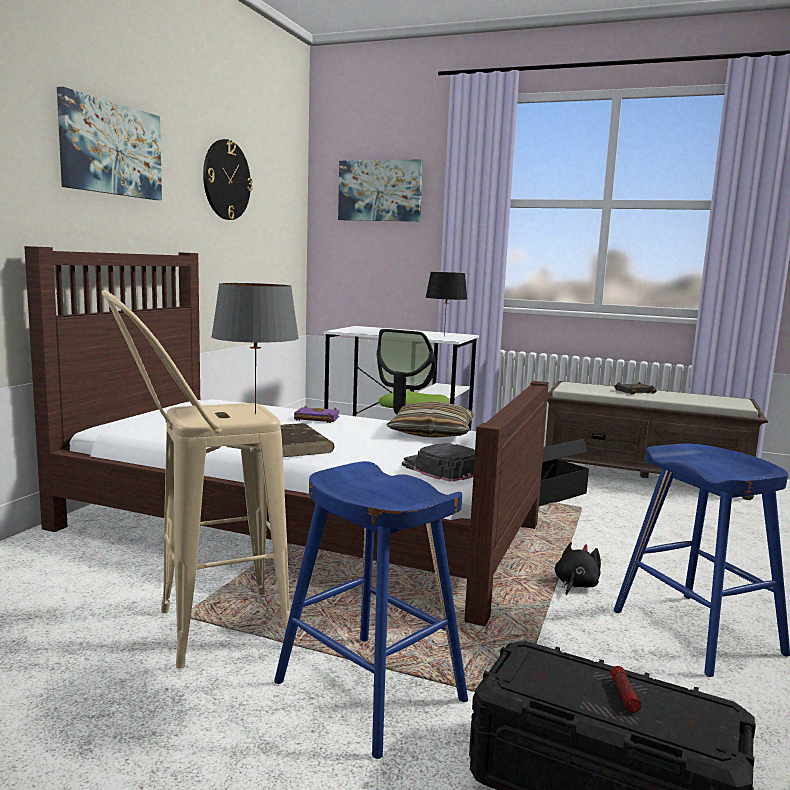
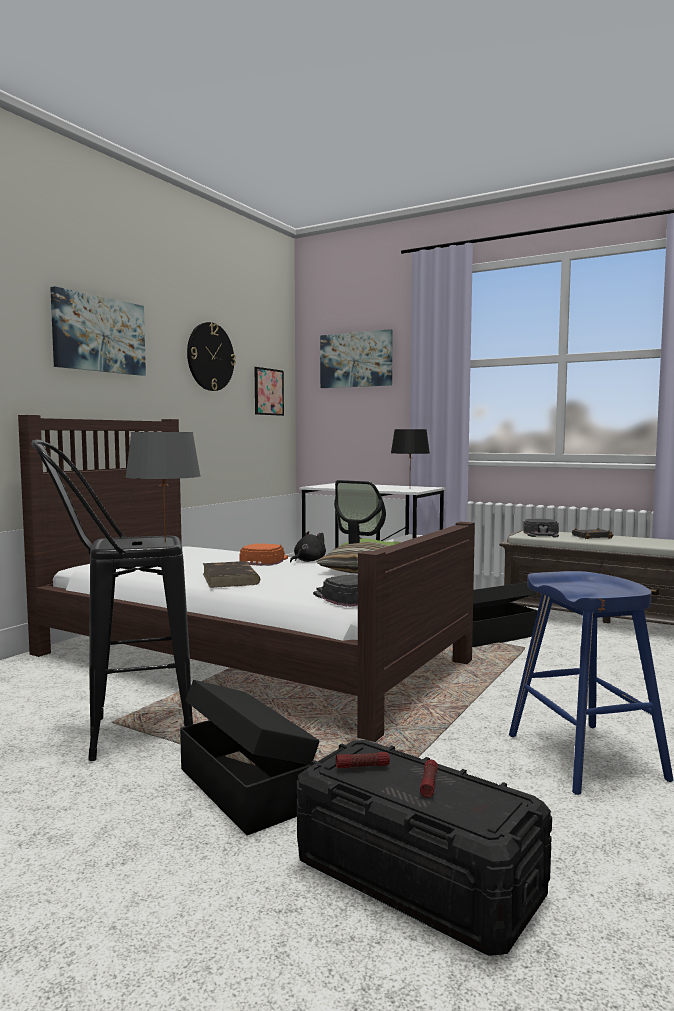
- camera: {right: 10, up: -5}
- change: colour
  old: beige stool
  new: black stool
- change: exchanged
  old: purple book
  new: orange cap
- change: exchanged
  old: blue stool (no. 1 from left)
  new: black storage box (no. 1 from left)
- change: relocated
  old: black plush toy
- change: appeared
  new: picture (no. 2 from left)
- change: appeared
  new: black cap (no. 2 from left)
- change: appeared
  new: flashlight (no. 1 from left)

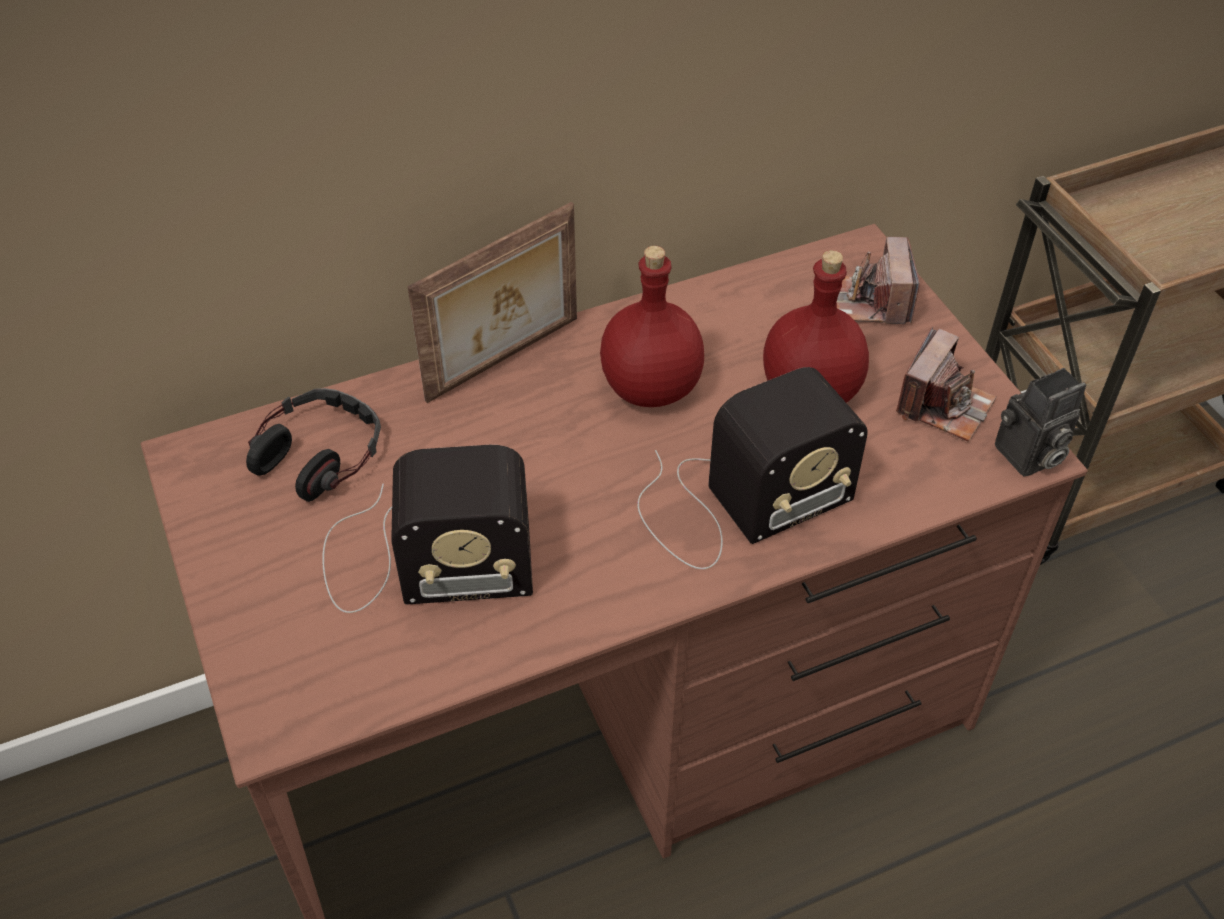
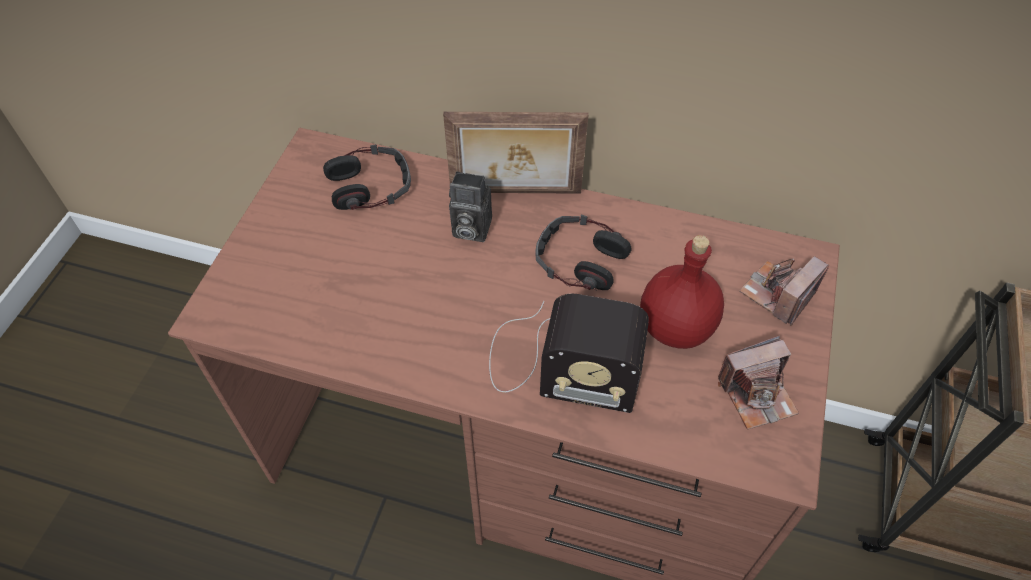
- camera: {right: 40, up: 5}
- change: exchanged
  old: red bottle (no. 1 from left)
  new: headphones (no. 2 from left)
- change: relocated
  old: photo camera (no. 3 from left in the first image)
  new: photo camera (no. 1 from left)
- change: missing
  old: radio (no. 1 from left)

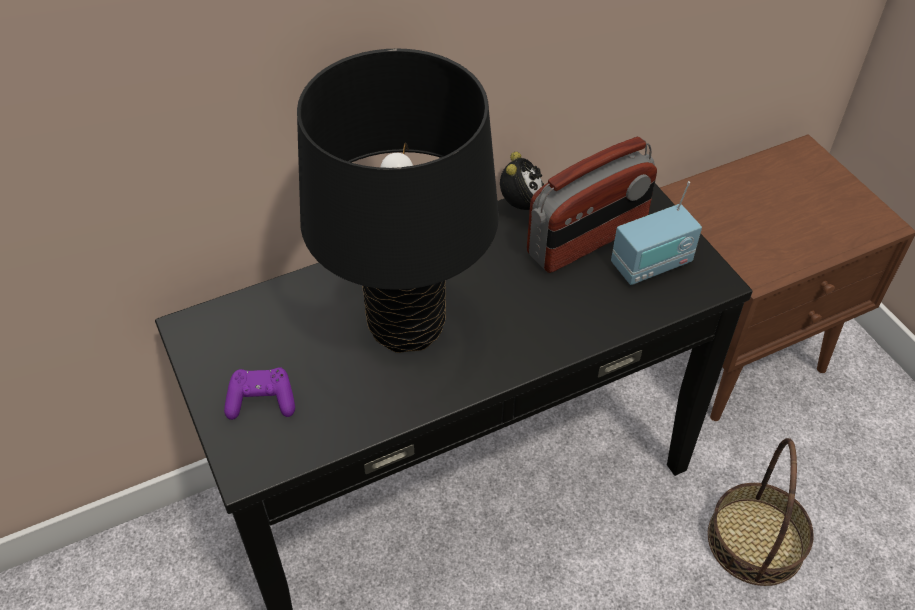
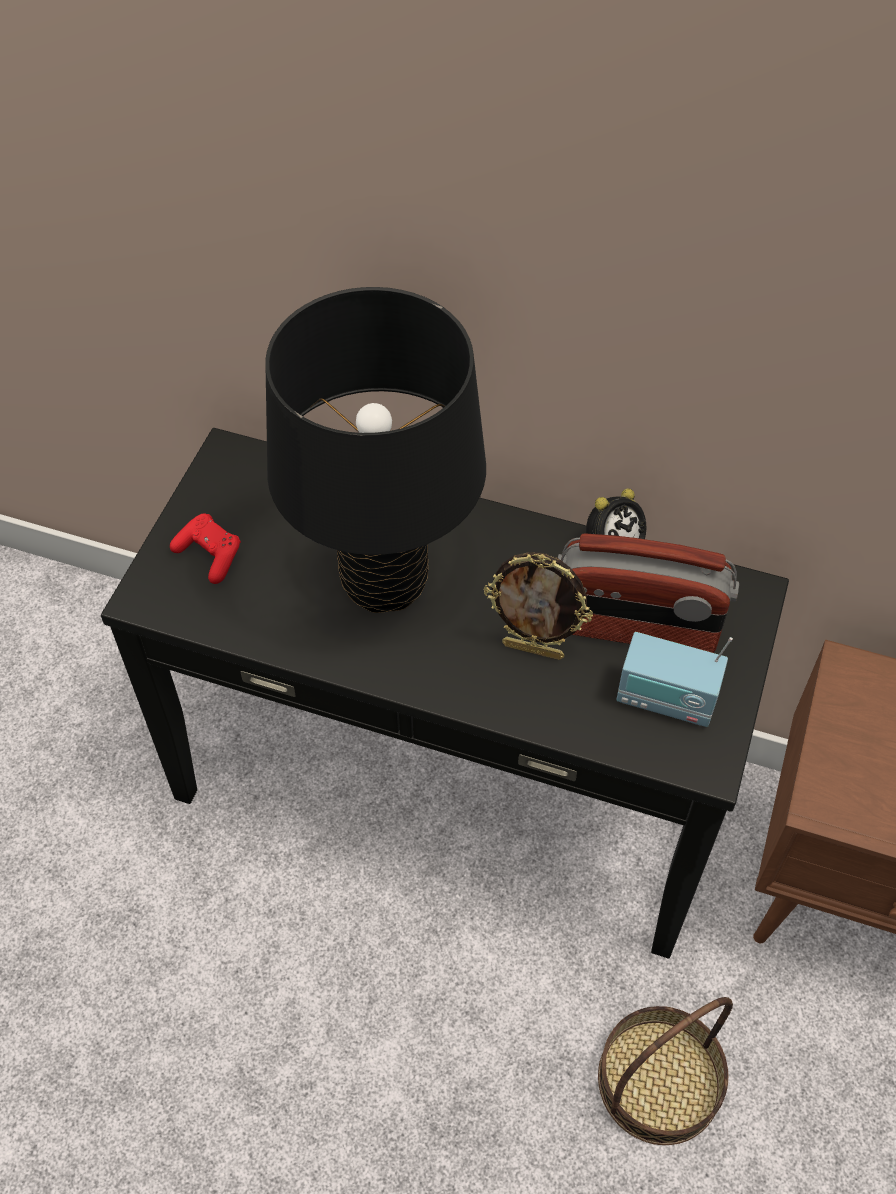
- camera: {right: 45, up: 5}
- change: colour
  old: purple game controller
  new: red game controller
- change: appeared
  new: picture frame

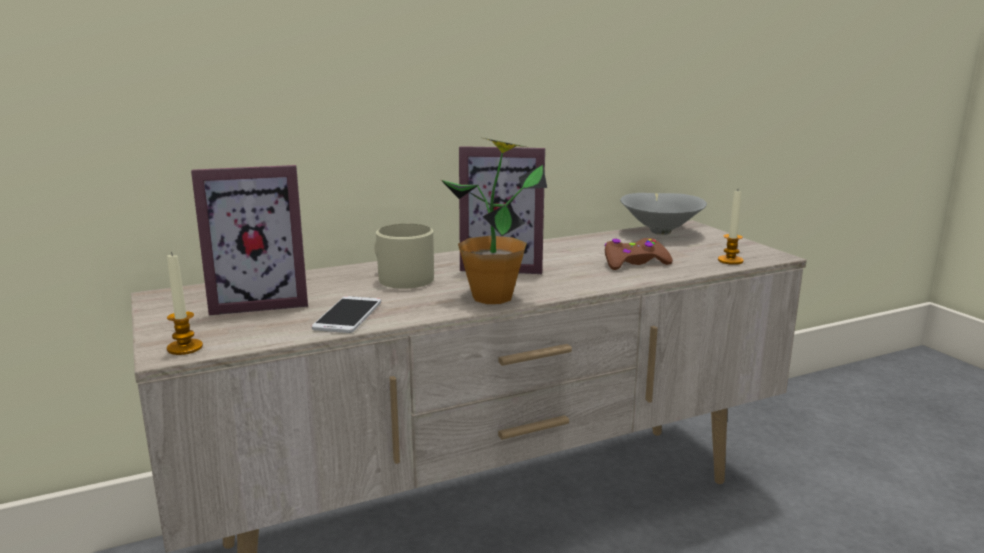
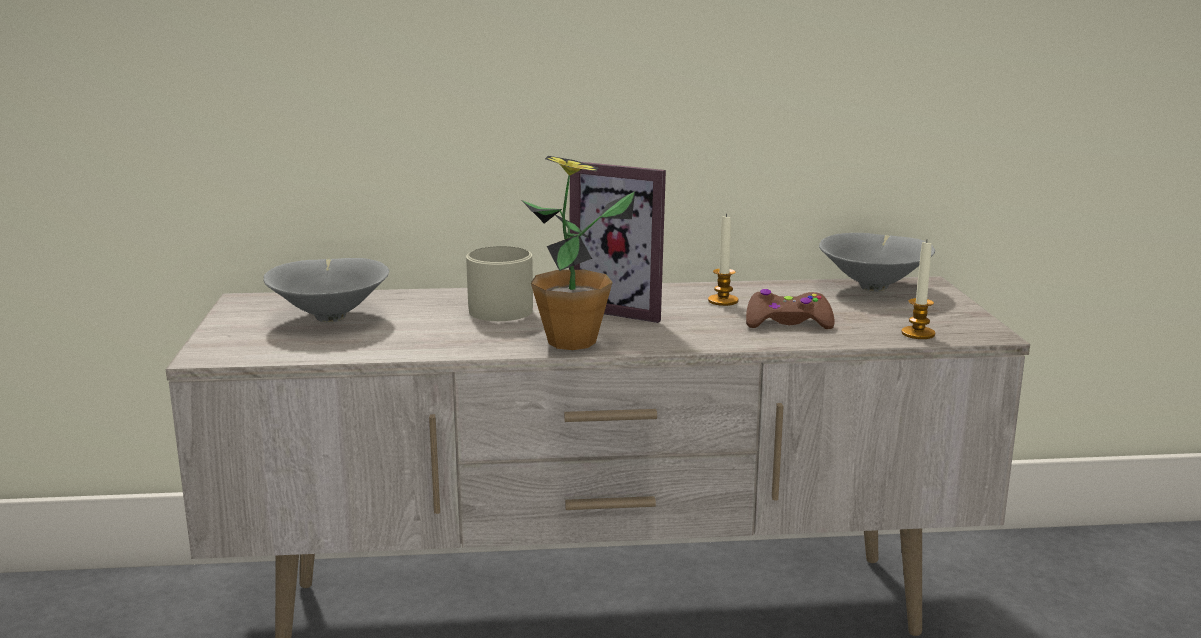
- camera: {right: 20, up: 0}
- change: exchanged
  old: picture frame (no. 1 from left)
  new: grey bowl (no. 1 from left)
- change: relocated
  old: candle (no. 1 from left)
- change: missing
  old: phone

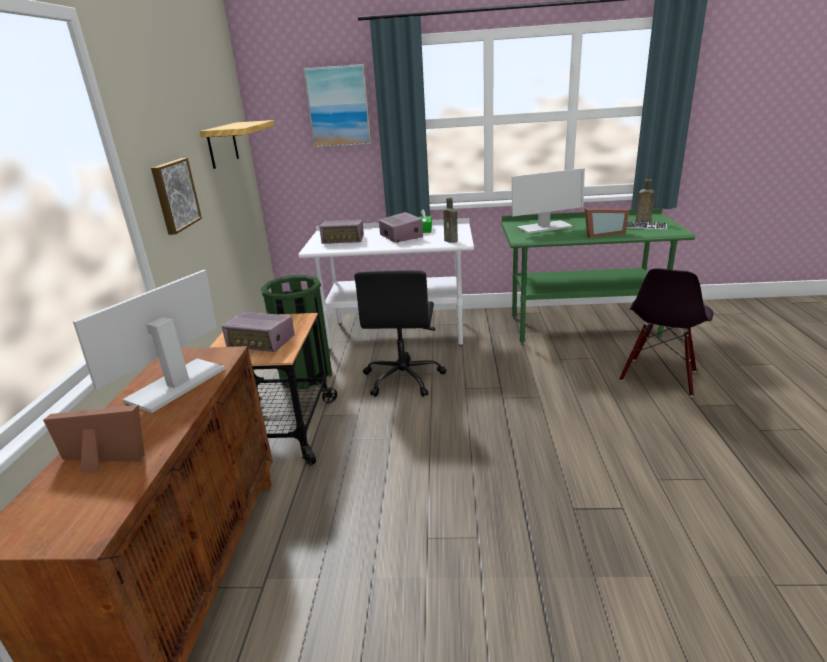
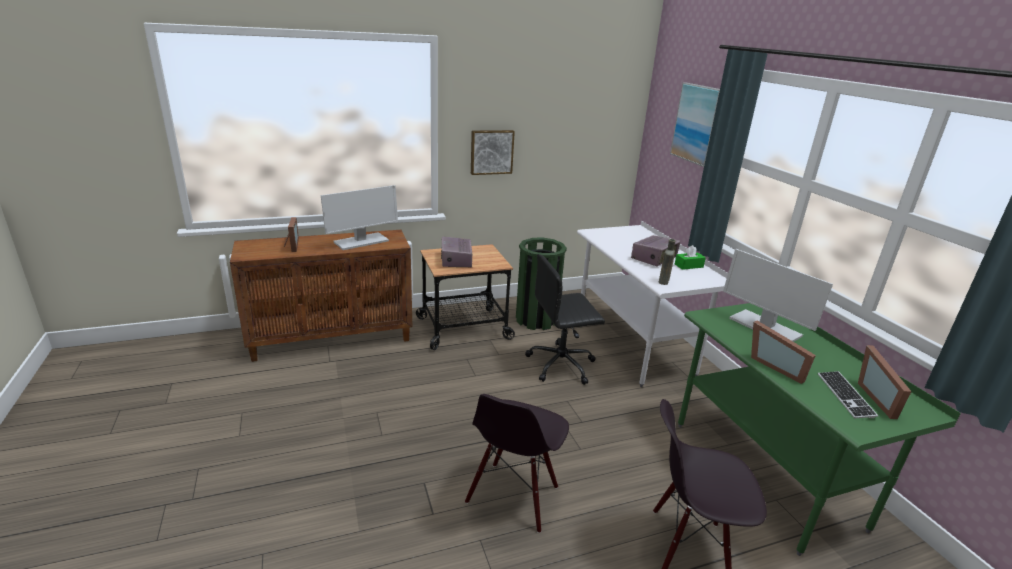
- camera: {right: 65, up: 0}
- change: missing
  old: shelf
- change: exchanged
  old: brown bottle (no. 2 from left)
  new: picture frame (no. 3 from left)
- change: missing
  old: radio (no. 2 from left)
- change: spun
  old: monitor (no. 1 from left)
  degrees: 135
- change: appeared
  new: black chair (no. 1 from left)

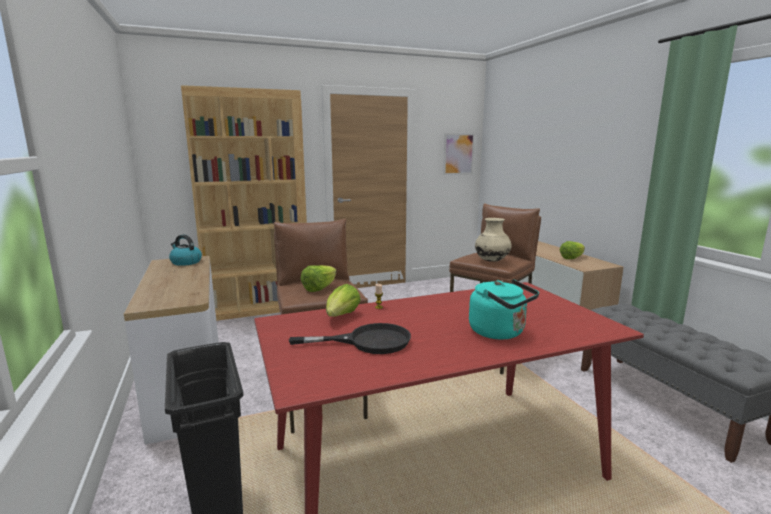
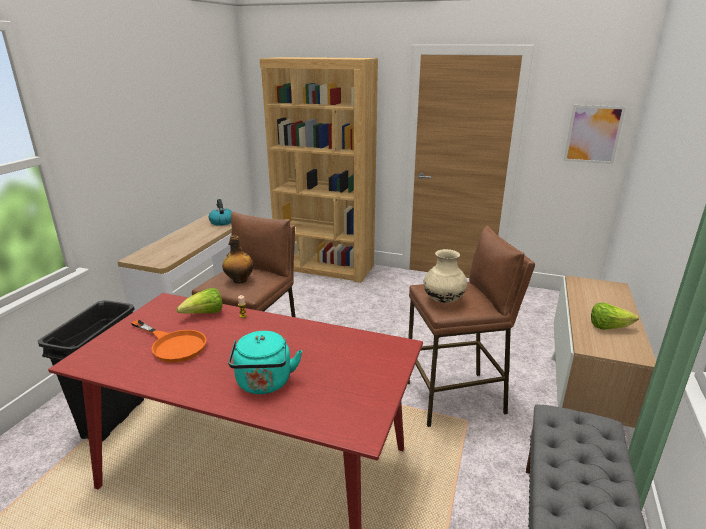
- camera: {right: 40, up: 10}
- change: exchanged
  old: lettuce (no. 1 from left)
  new: bottle
- change: colour
  old: black frying pan
  new: orange frying pan

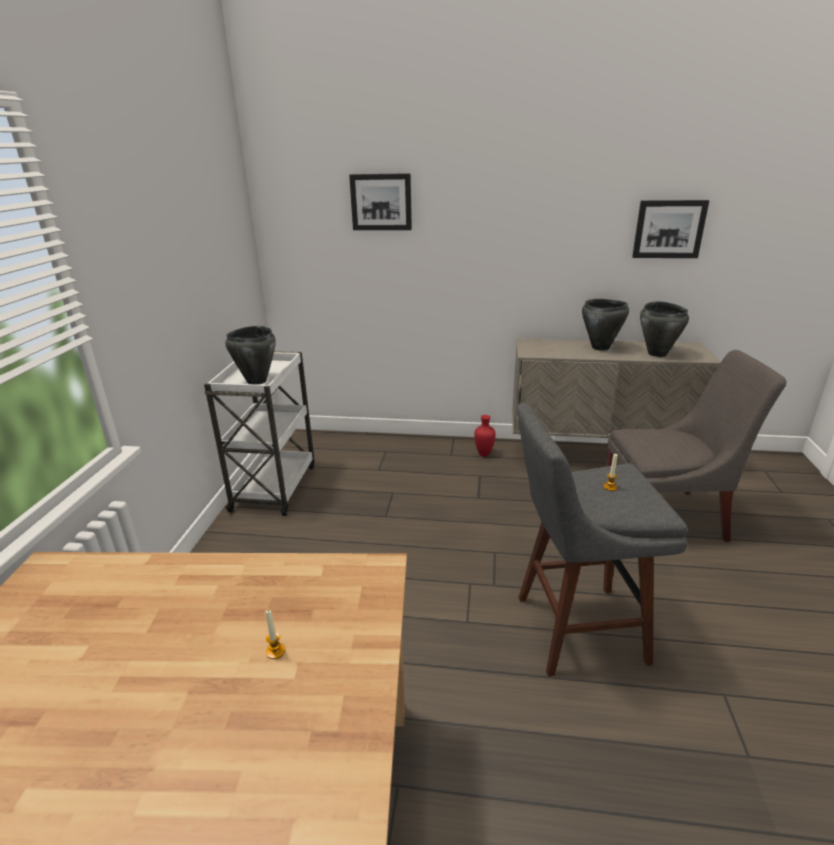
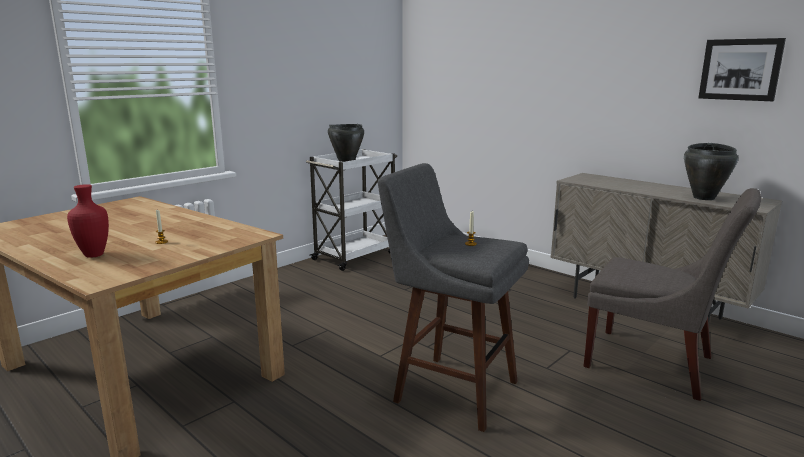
- camera: {right: 35, up: -10}
- change: missing
  old: picture (no. 1 from left)
- change: missing
  old: black cooking pot (no. 2 from left)
- change: relocated
  old: red vase

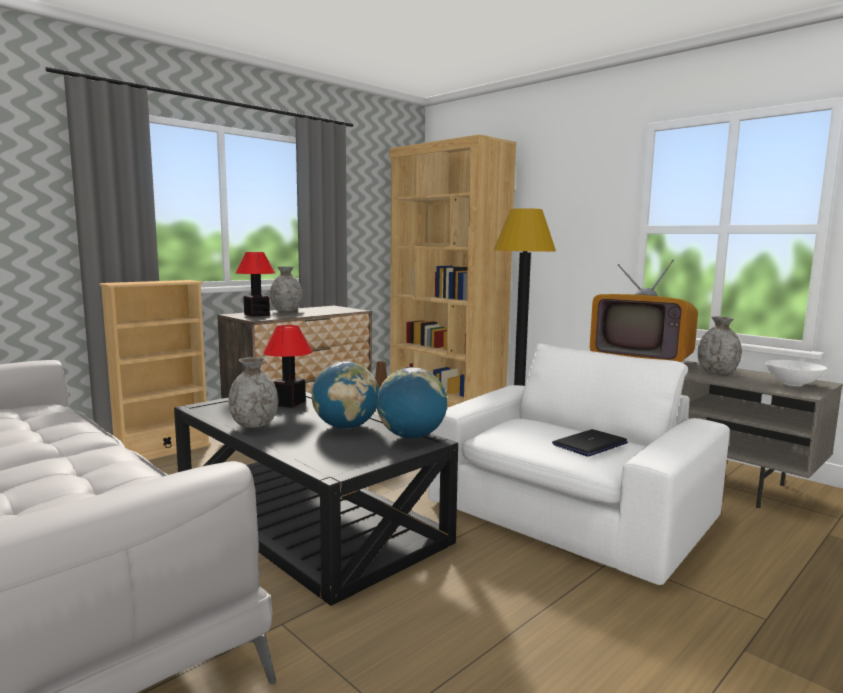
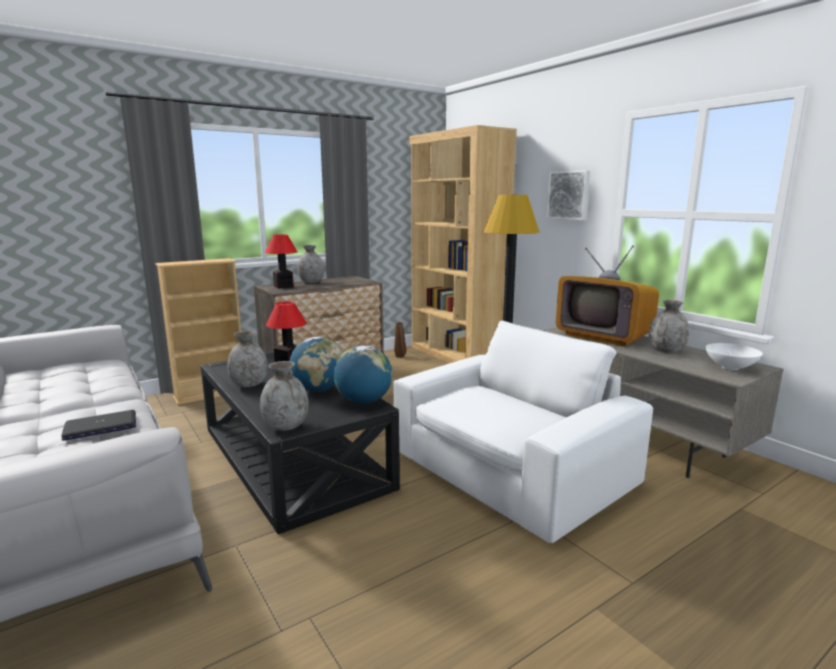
- camera: {right: 10, up: 5}
- change: relocated
  old: laptop
- change: appeared
  new: picture
- change: appeared
  new: grey vase (no. 2 from left)

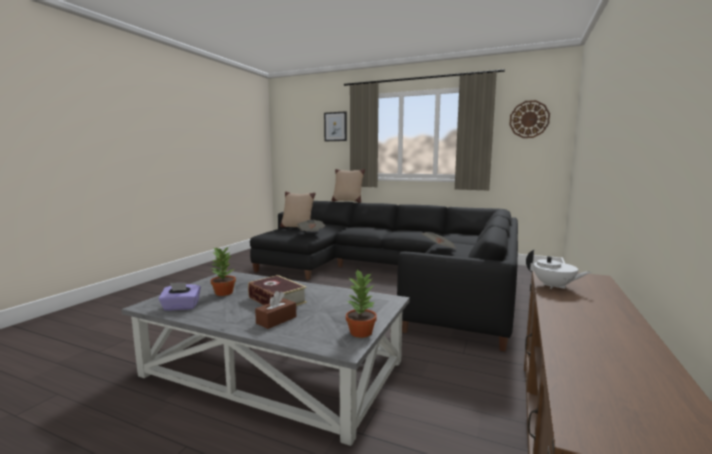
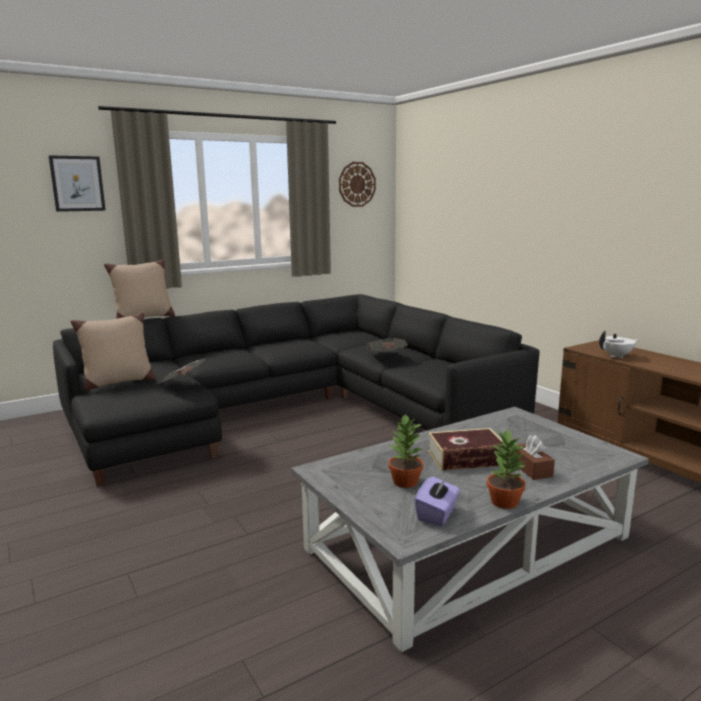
- camera: {right: -55, up: 5}
- change: relocated
  old: potted plant (no. 2 from left)

